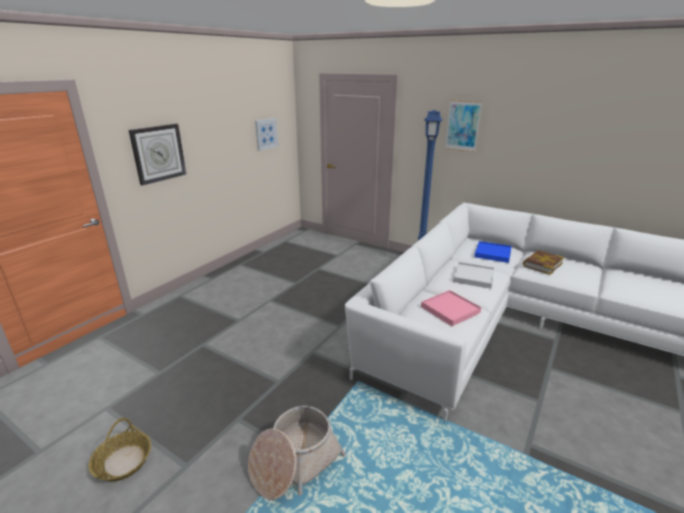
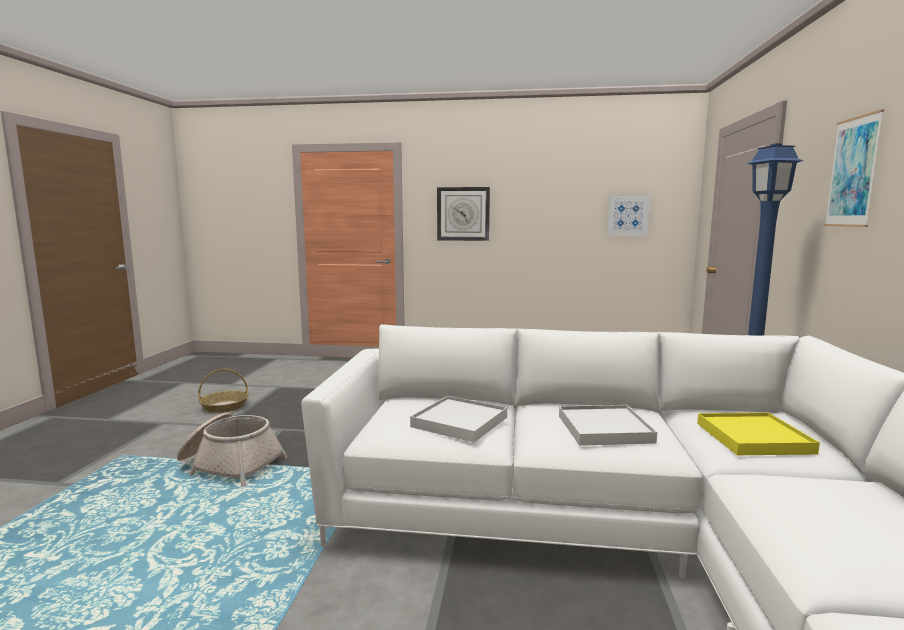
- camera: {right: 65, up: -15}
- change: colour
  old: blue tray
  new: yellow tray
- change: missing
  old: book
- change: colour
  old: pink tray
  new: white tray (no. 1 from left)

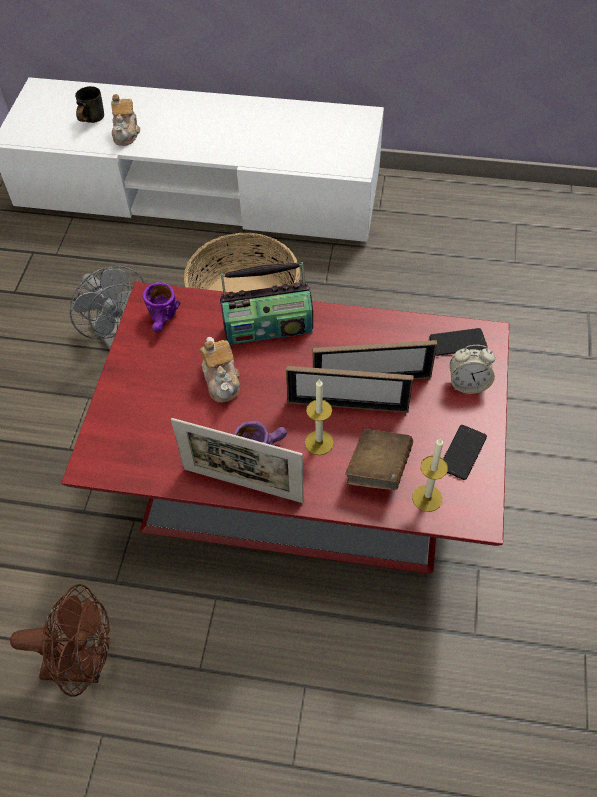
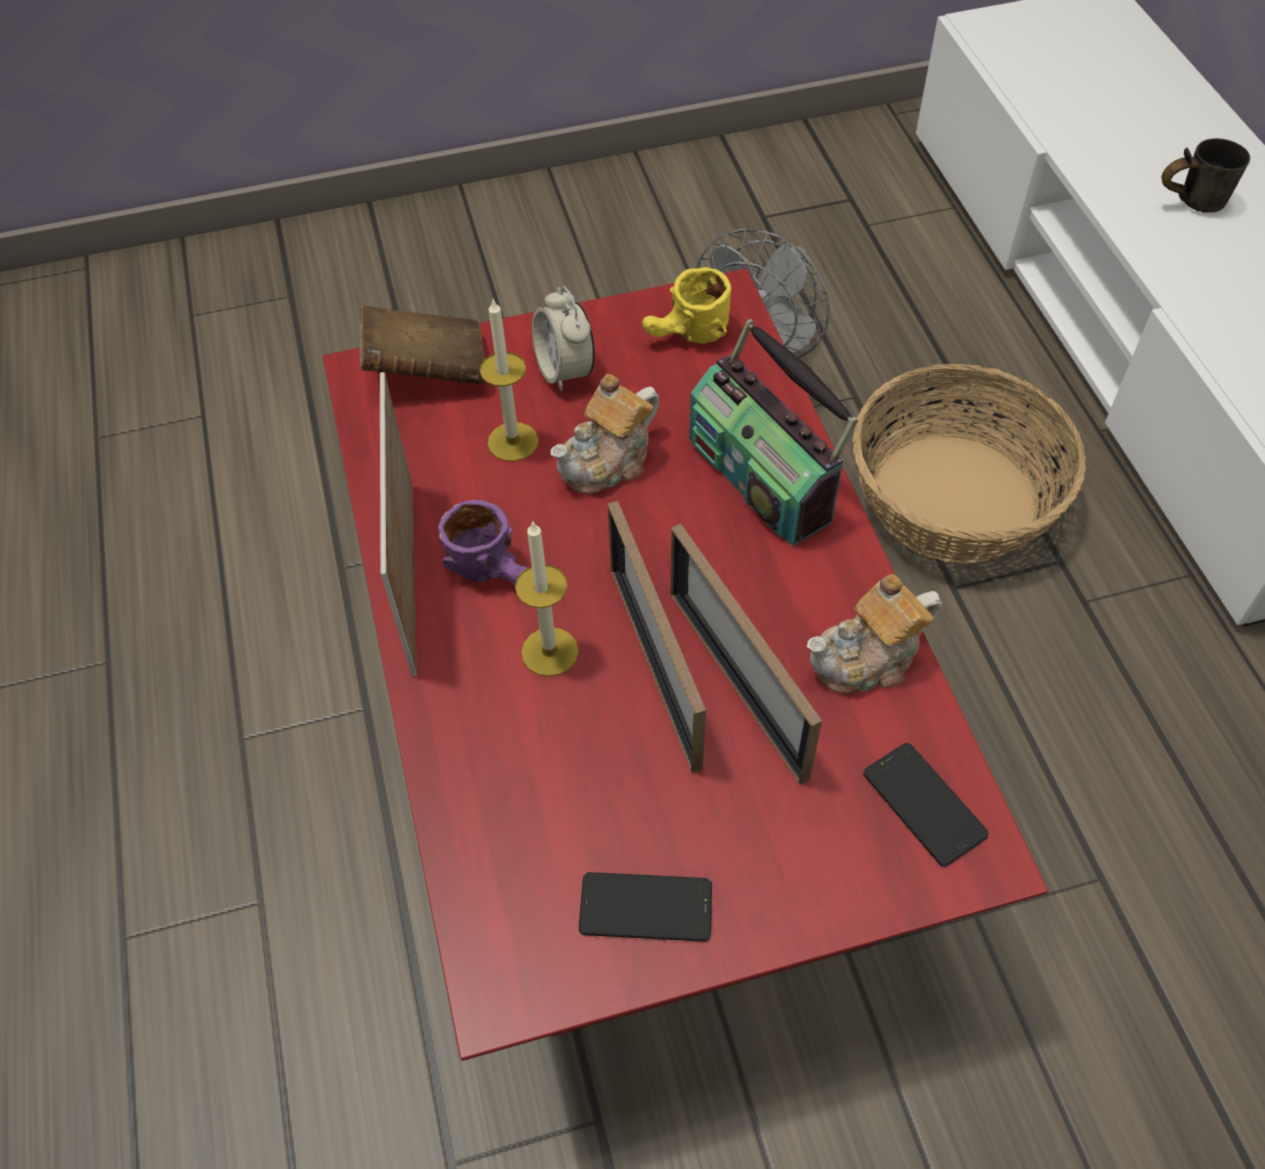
- camera: {right: 65, up: 0}
- change: relocated
  old: grey mug
- change: relocated
  old: teapot (no. 1 from left in the first image)
  new: teapot (no. 2 from left)
- change: colour
  old: purple mug (no. 1 from left)
  new: yellow mug
- change: relocated
  old: alarm clock
- change: relocated
  old: brown book
- change: relocated
  old: candle (no. 2 from left in the first image)
  new: candle (no. 1 from left)
- change: missing
  old: brown fan

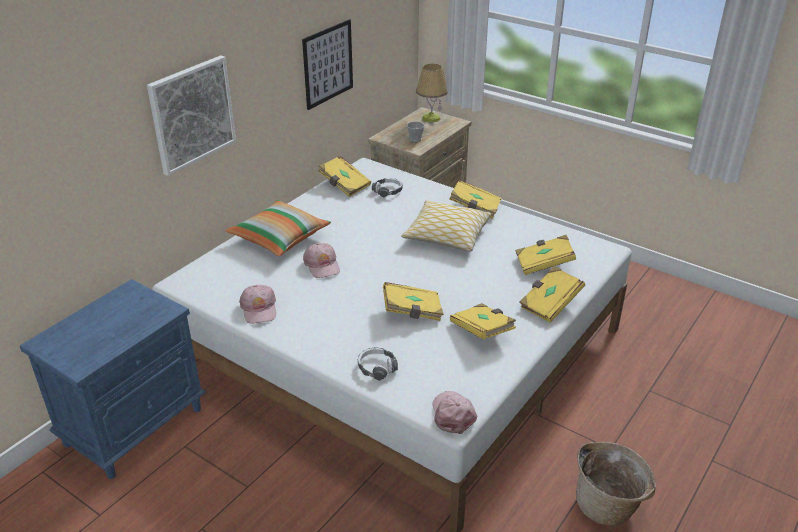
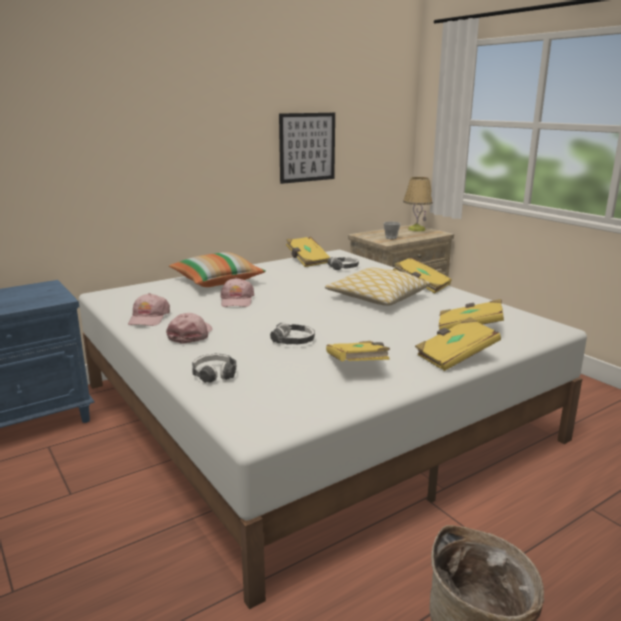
- camera: {right: 20, up: -15}
- change: missing
  old: picture (no. 1 from left)
- change: exchanged
  old: yellow book (no. 2 from left)
  new: headphones (no. 2 from left)
- change: relocated
  old: pink cap (no. 3 from left in the first image)
  new: pink cap (no. 2 from left)

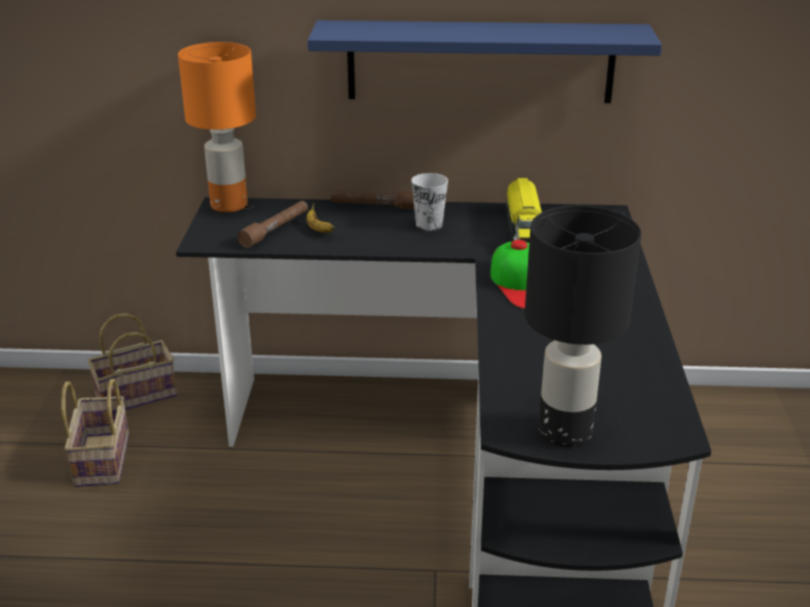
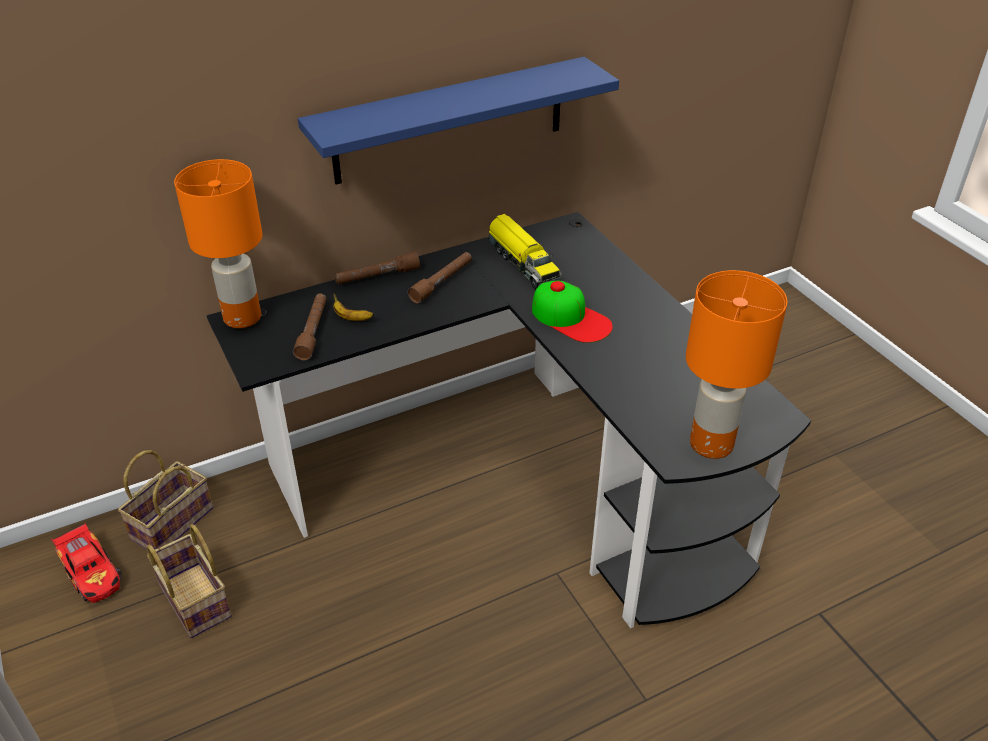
- camera: {right: -30, up: 10}
- change: exchanged
  old: cup
  new: brown flashlight (no. 3 from left)
- change: colour
  old: black table lamp
  new: orange table lamp (no. 2 from left)
- change: appeared
  new: toy car

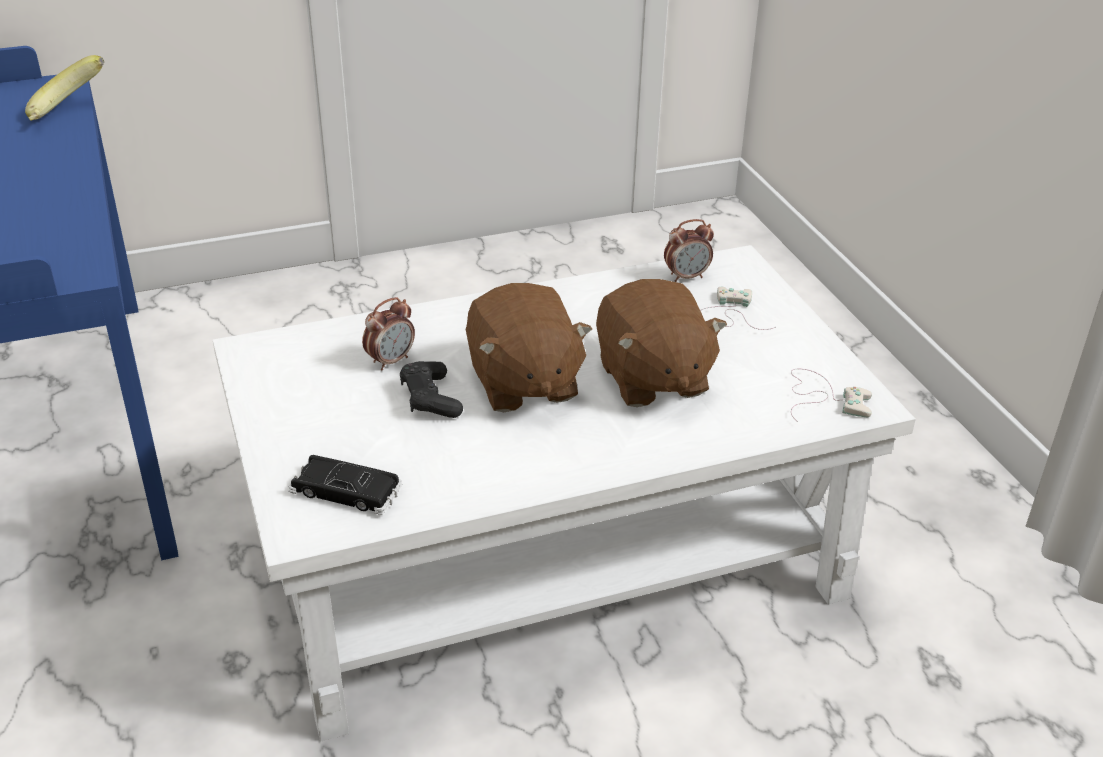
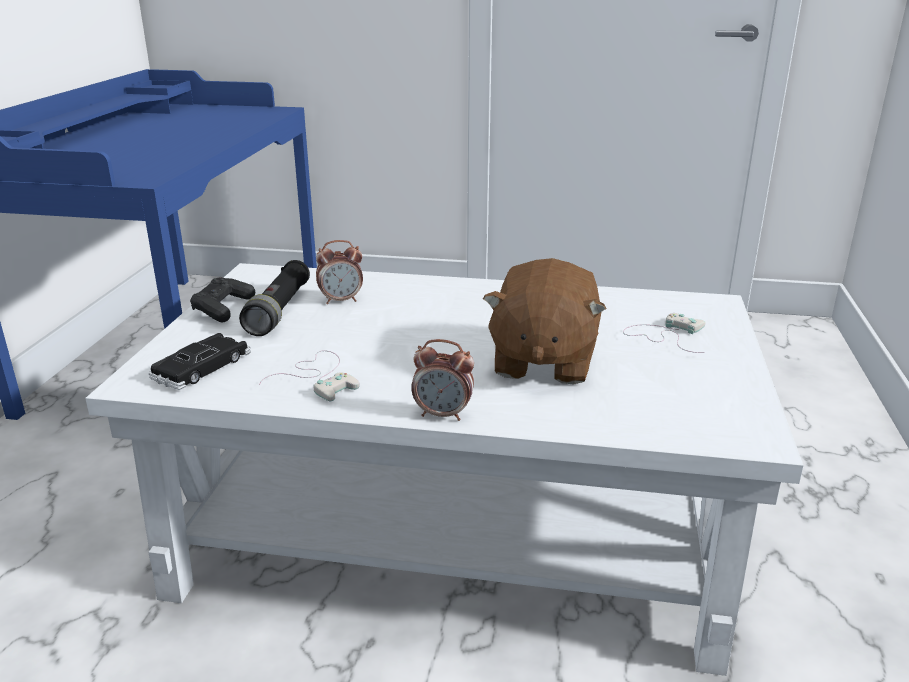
- camera: {right: 30, up: -10}
- change: missing
  old: banana
- change: relocated
  old: alarm clock (no. 2 from left)
- change: missing
  old: brown plush toy (no. 1 from left)
- change: relocated
  old: black game controller
- change: relocated
  old: white game controller (no. 2 from left in the first image)
  new: white game controller (no. 1 from left)
- change: spun
  old: black toy car
  degrees: 75
- change: appeared
  new: black flashlight

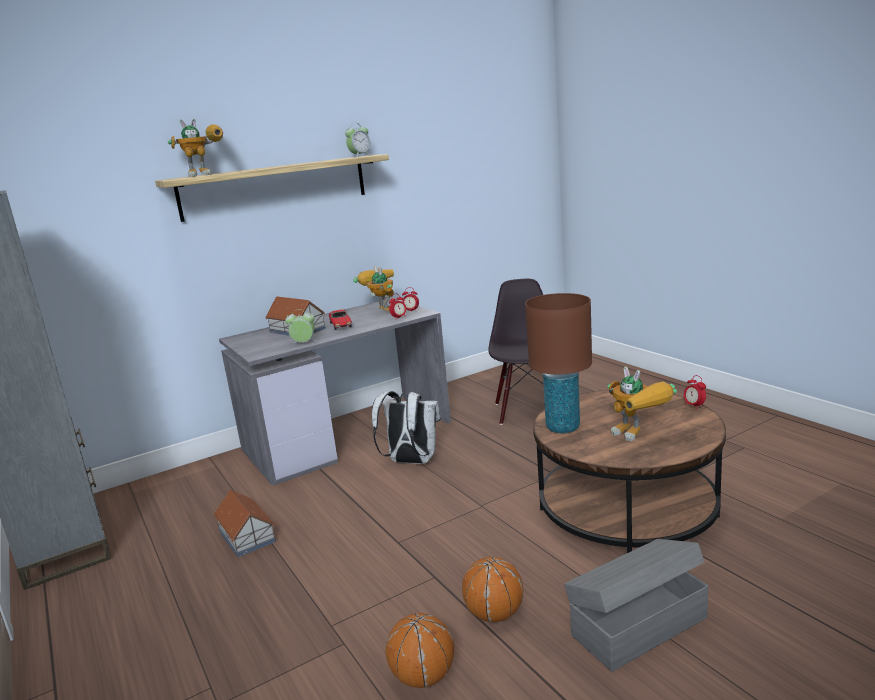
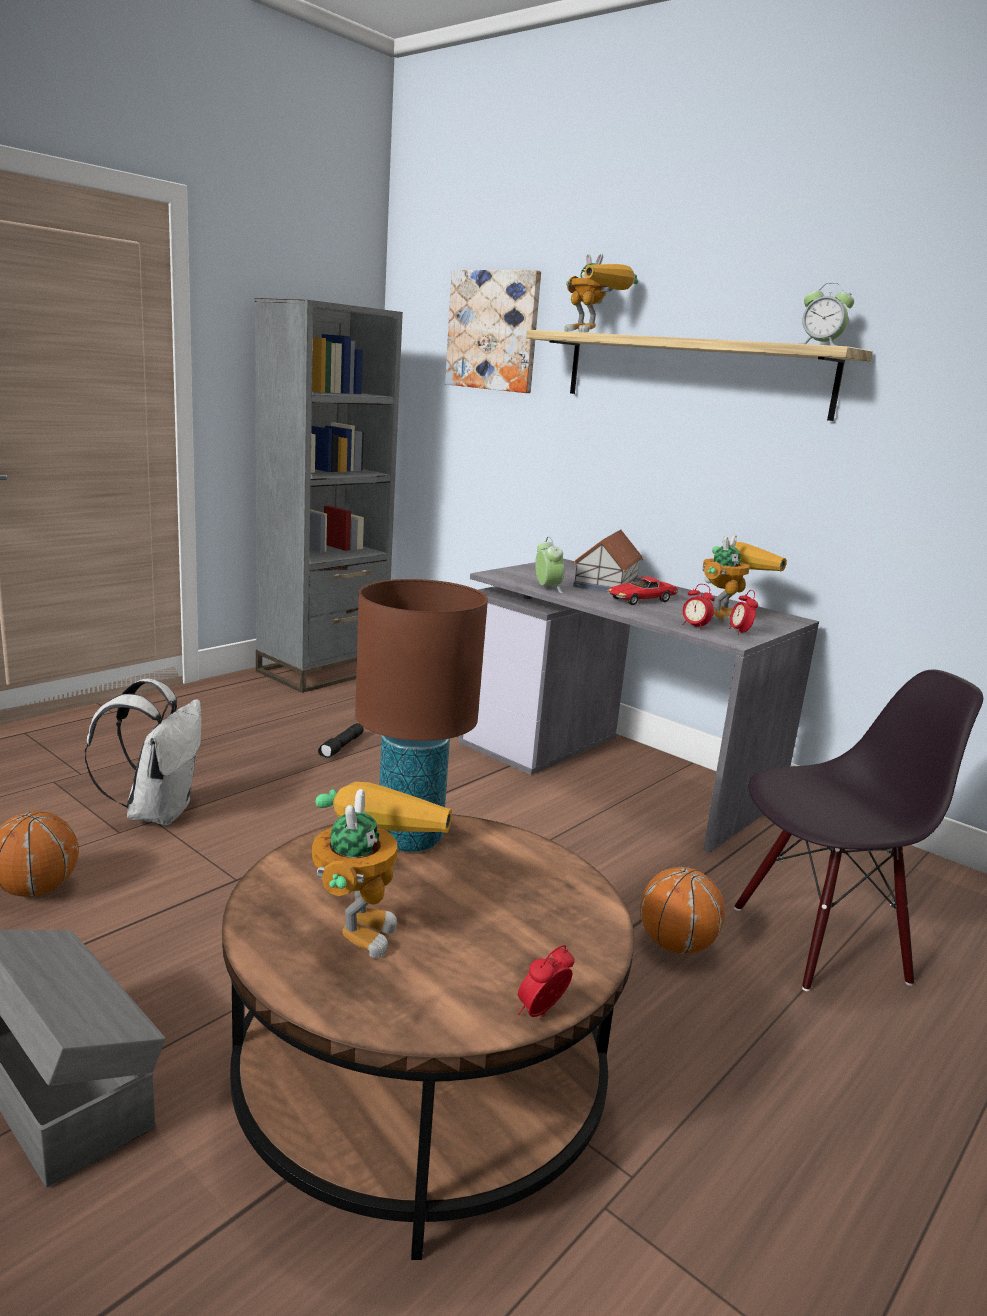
- camera: {right: 70, up: 0}
- change: spun
  old: toy robot (no. 3 from left in the first image)
  degrees: 150
- change: relocated
  old: white backpack
- change: exchanged
  old: toy house (no. 1 from left)
  new: black flashlight
- change: relocated
  old: basketball (no. 2 from left)
- change: appeared
  new: picture

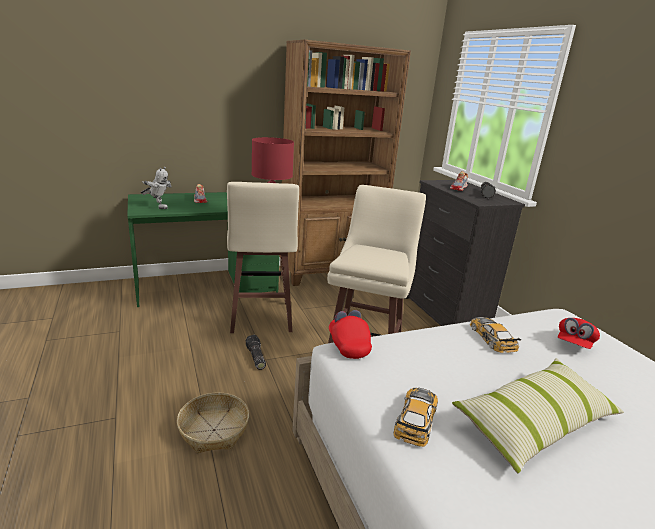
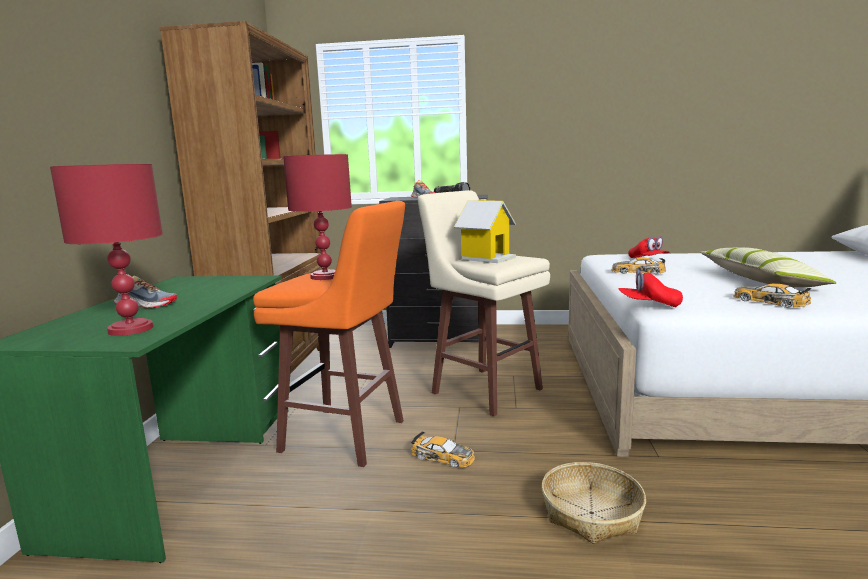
- camera: {right: -60, up: -10}
- change: exchanged
  old: toy robot
  new: red table lamp (no. 1 from left)
- change: colour
  old: beige stool (no. 1 from left)
  new: orange stool
- change: exchanged
  old: flashlight (no. 1 from left)
  new: toy car (no. 1 from left)
- change: appeared
  new: toy house

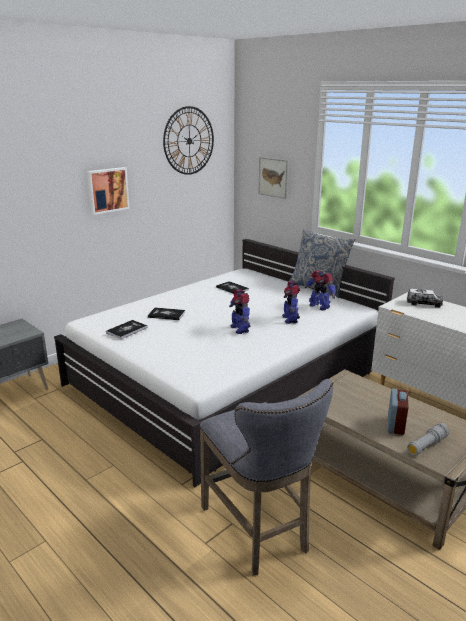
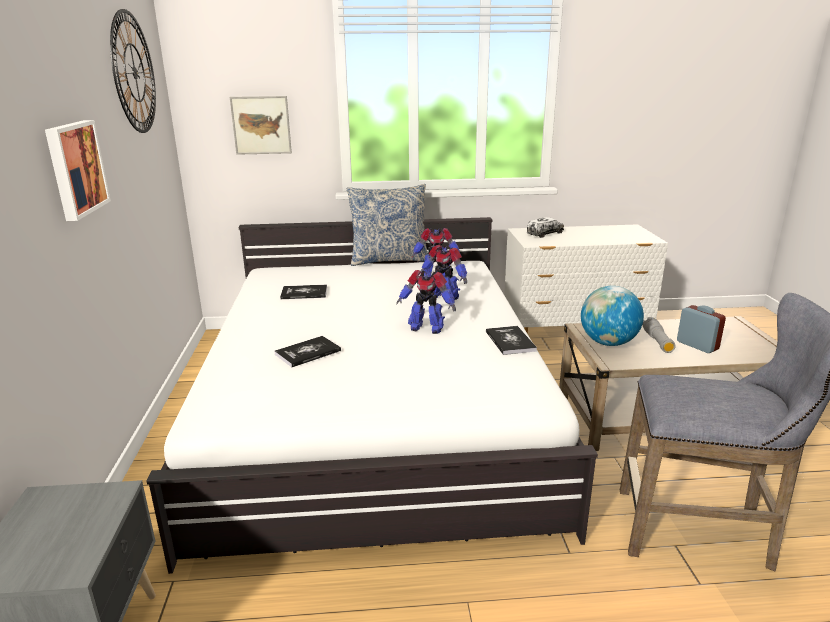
- camera: {right: -50, up: 0}
- change: relocated
  old: book (no. 1 from left in the first image)
  new: book (no. 3 from left)
- change: relocated
  old: grey flashlight
- change: appeared
  new: globe

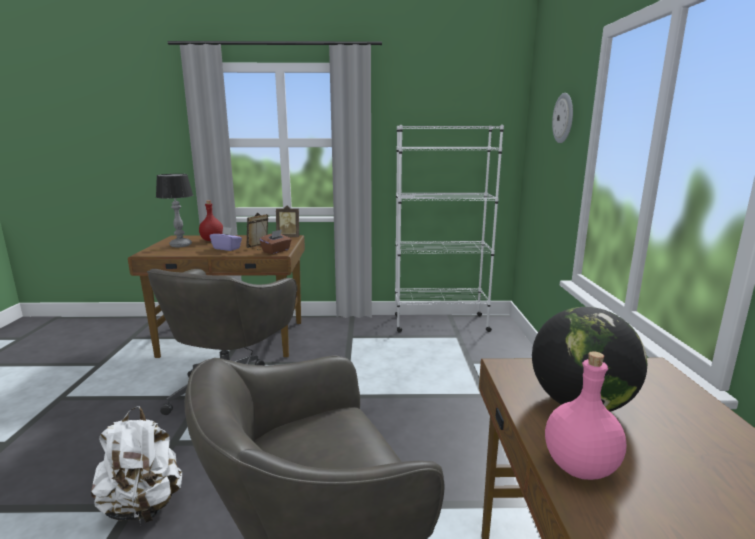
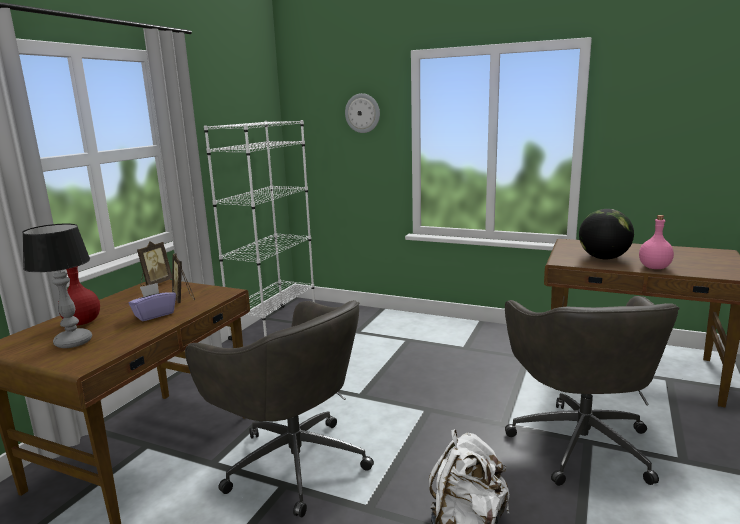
- camera: {right: -65, up: 0}
- change: missing
  old: brown tissue box

